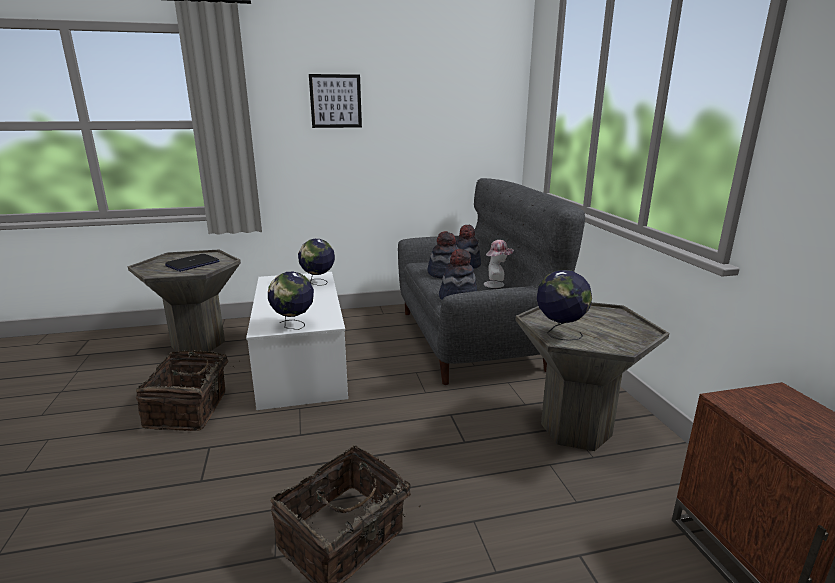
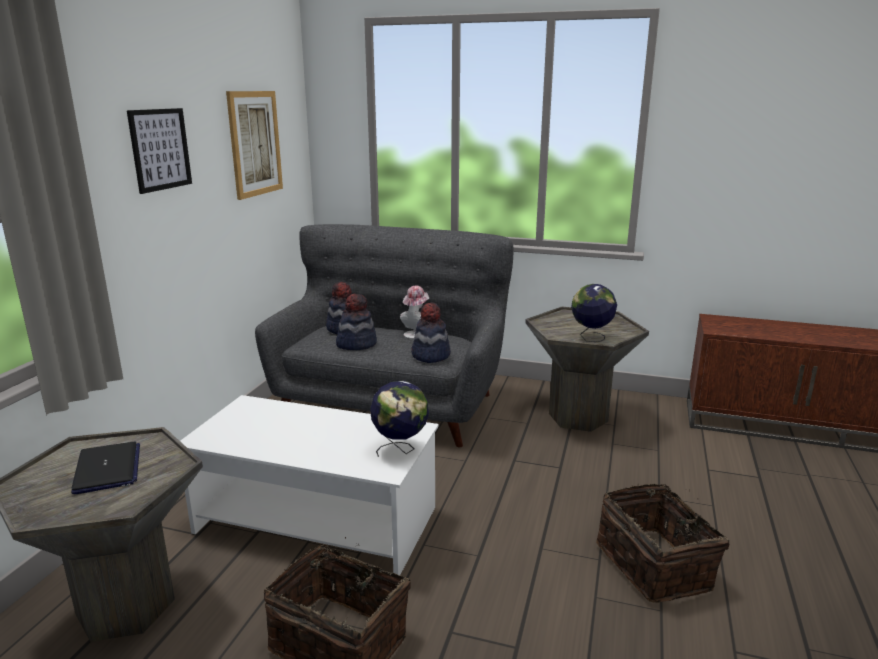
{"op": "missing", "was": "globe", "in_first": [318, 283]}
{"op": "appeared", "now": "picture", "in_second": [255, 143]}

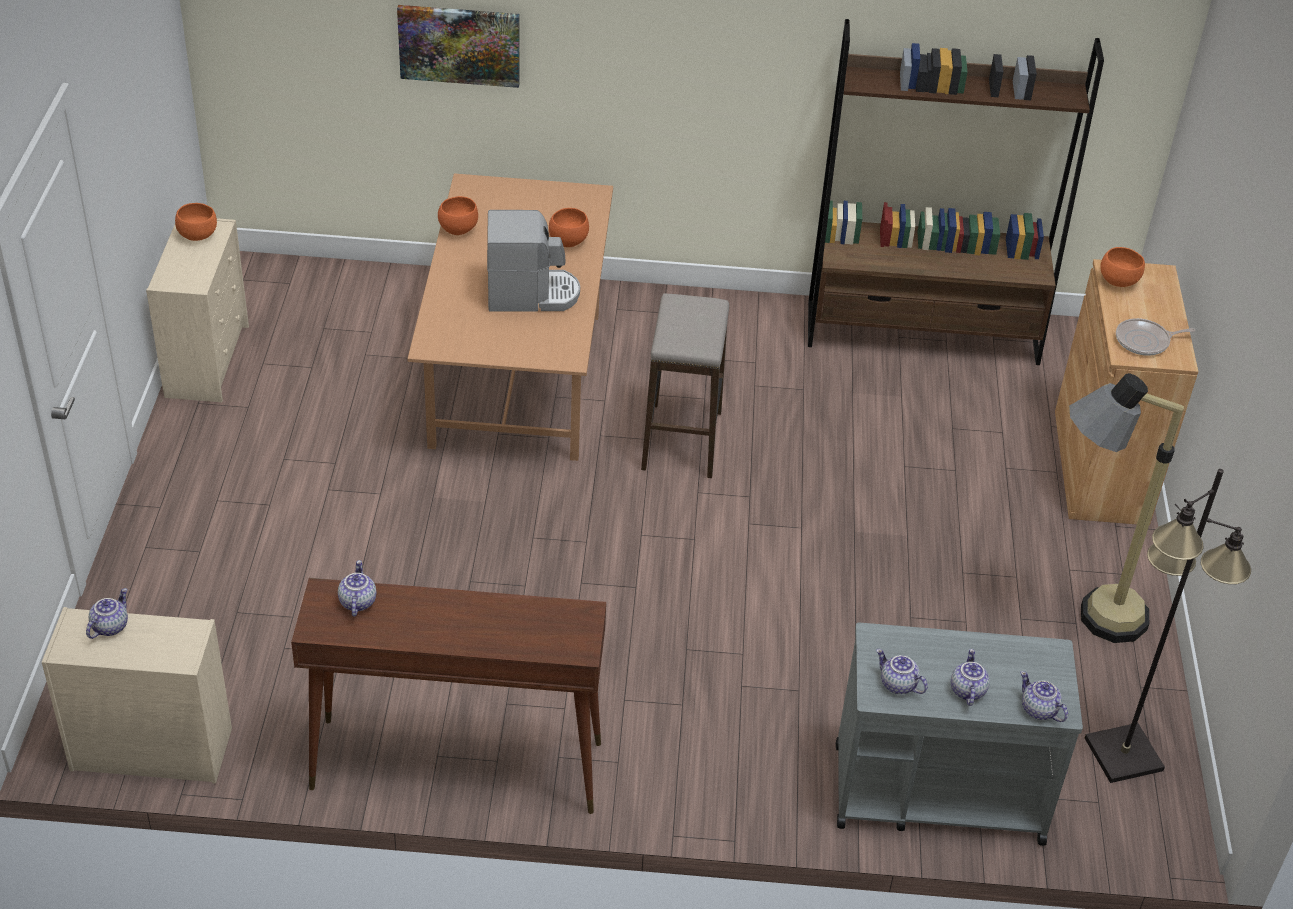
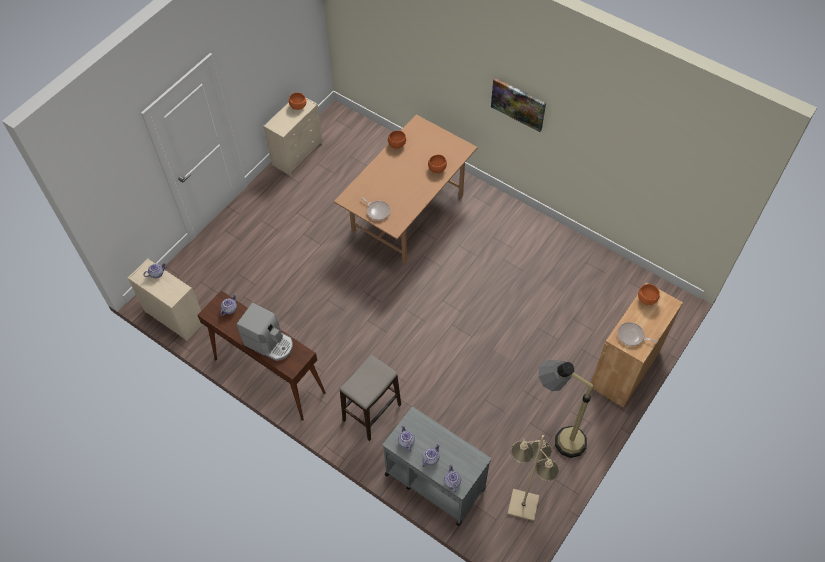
{"op": "missing", "was": "brown bookcase", "in_first": [923, 333]}
{"op": "appeared", "now": "frying pan", "in_second": [377, 211]}
{"op": "relocated", "was": "picture", "in_first": [459, 44], "in_second": [518, 104]}
{"op": "relocated", "was": "coffee machine", "in_first": [531, 294], "in_second": [269, 343]}
{"op": "relocated", "was": "stool", "in_first": [682, 440], "in_second": [372, 412]}
{"op": "colour", "was": "black floor lamp", "now": "beige floor lamp", "in_first": [1122, 754], "in_second": [522, 504]}

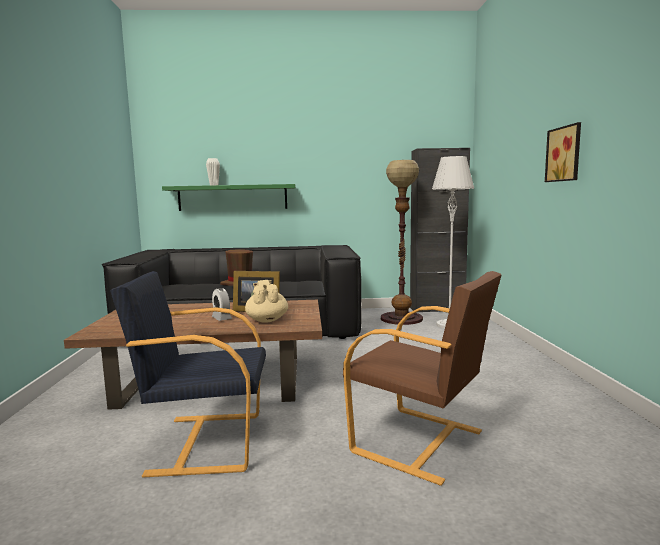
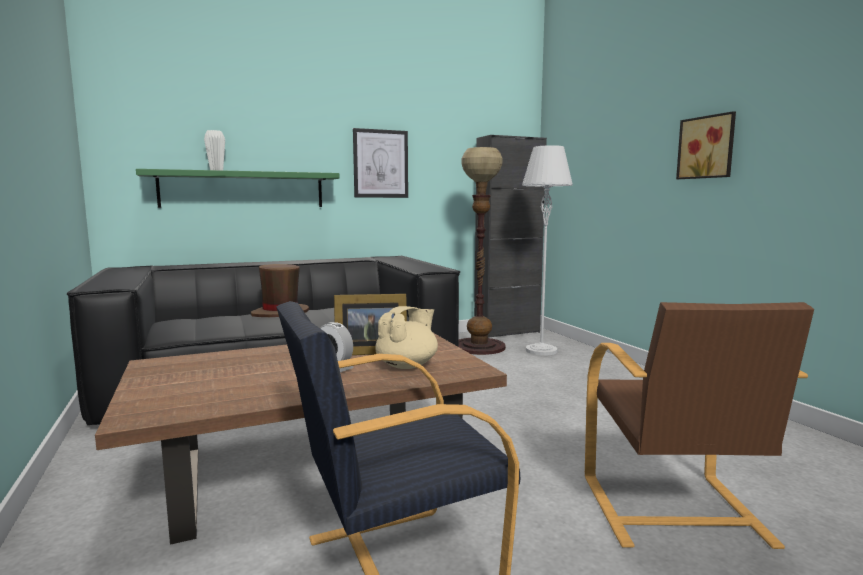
{"op": "appeared", "now": "picture", "in_second": [380, 164]}
{"op": "spun", "was": "beige teapot", "in_first": [267, 320], "in_second": [407, 365], "clockwise": 75}
{"op": "spun", "was": "brown armchair", "in_first": [420, 442], "in_second": [673, 511], "clockwise": 75}

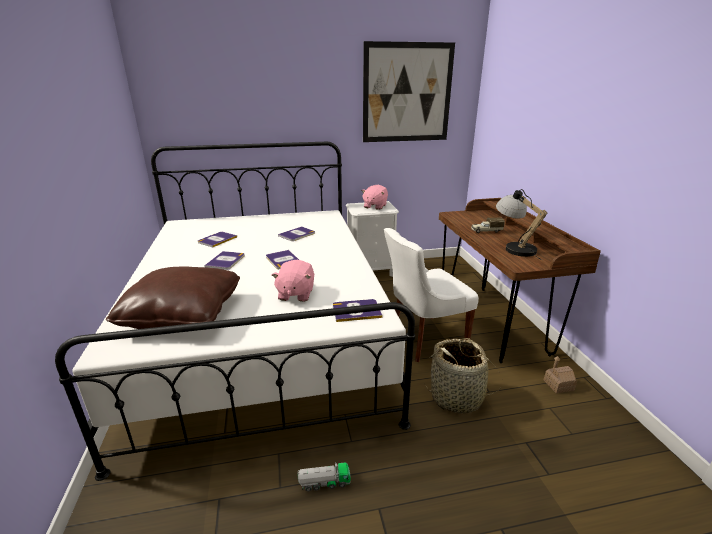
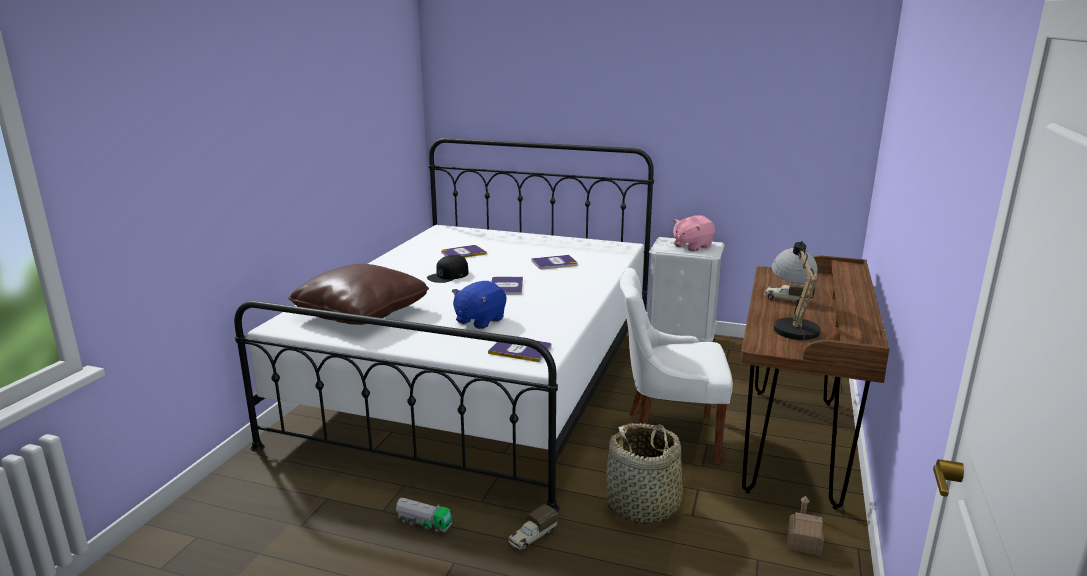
{"op": "missing", "was": "picture", "in_first": [407, 93]}
{"op": "appeared", "now": "toy truck", "in_second": [532, 537]}
{"op": "exchanged", "was": "book", "now": "black cap", "in_first": [225, 261], "in_second": [448, 275]}
{"op": "colour", "was": "pink plush toy", "now": "blue plush toy", "in_first": [295, 294], "in_second": [479, 320]}

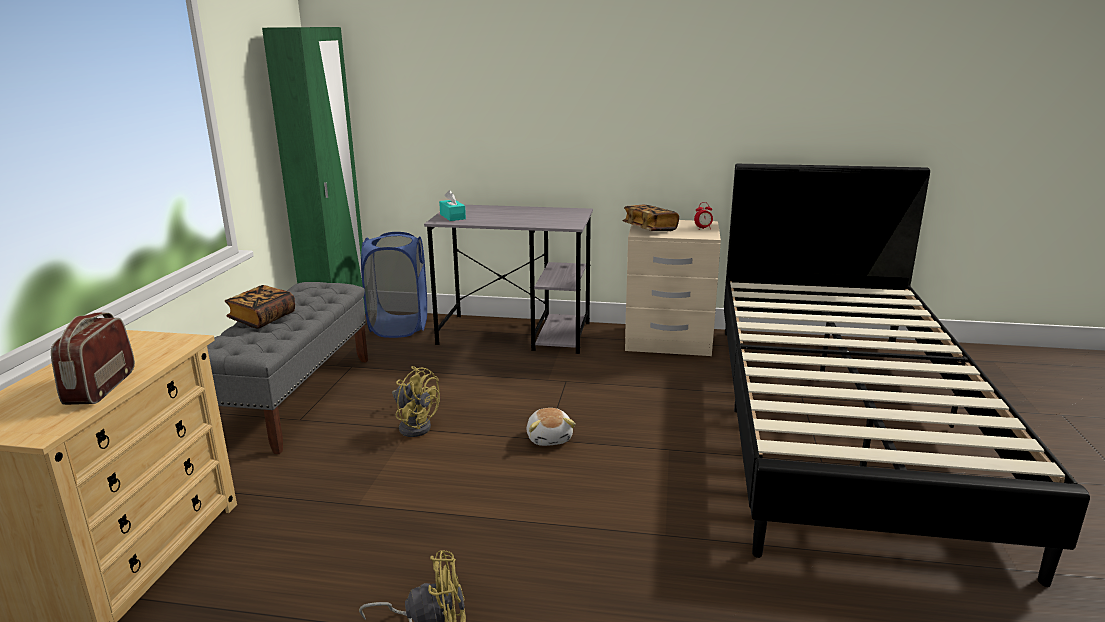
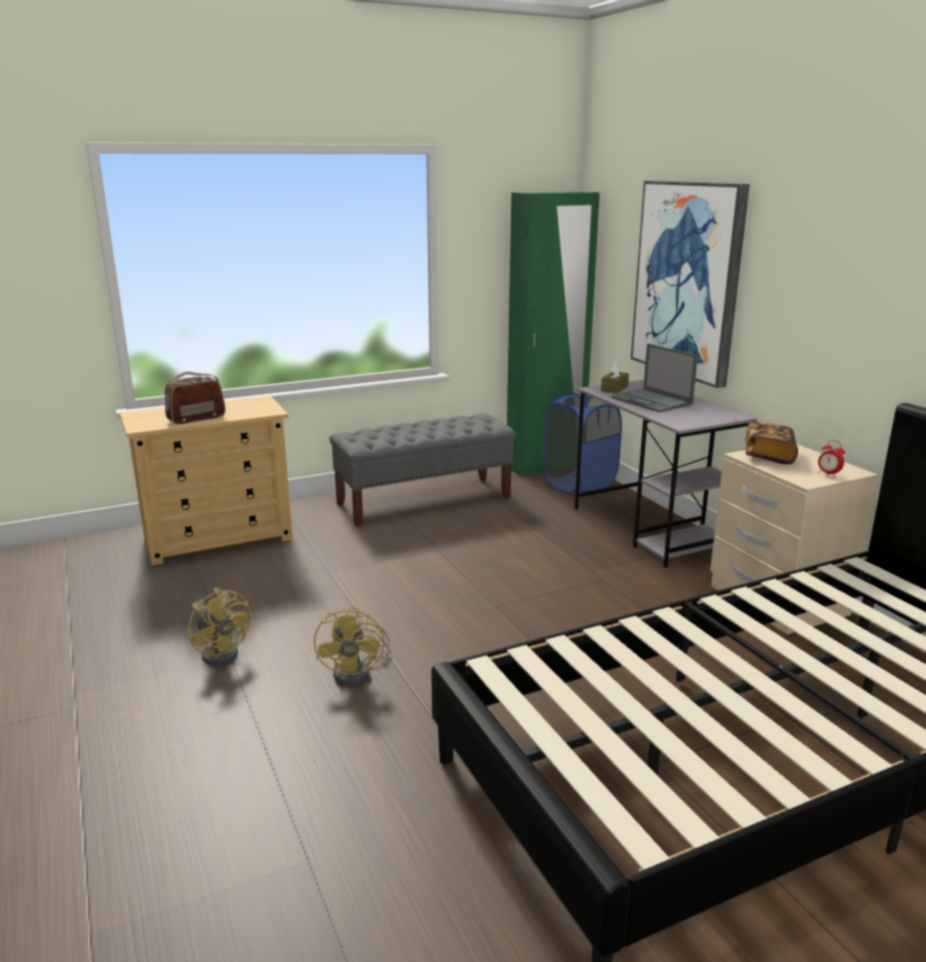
{"op": "missing", "was": "book", "in_first": [262, 318]}
{"op": "missing", "was": "plush toy", "in_first": [550, 438]}
{"op": "appeared", "now": "laptop", "in_second": [652, 401]}
{"op": "appeared", "now": "picture", "in_second": [688, 280]}
{"op": "relocated", "was": "yellow fan", "in_first": [415, 425], "in_second": [359, 672]}
{"op": "colour", "was": "turquoise tissue box", "now": "brown tissue box", "in_first": [452, 216], "in_second": [614, 389]}

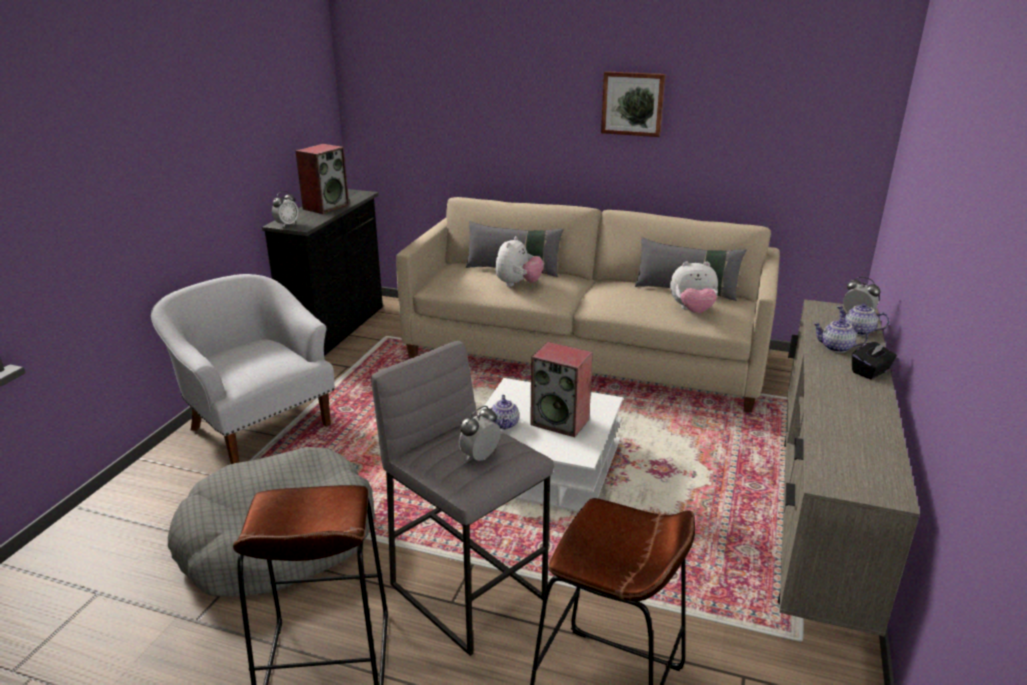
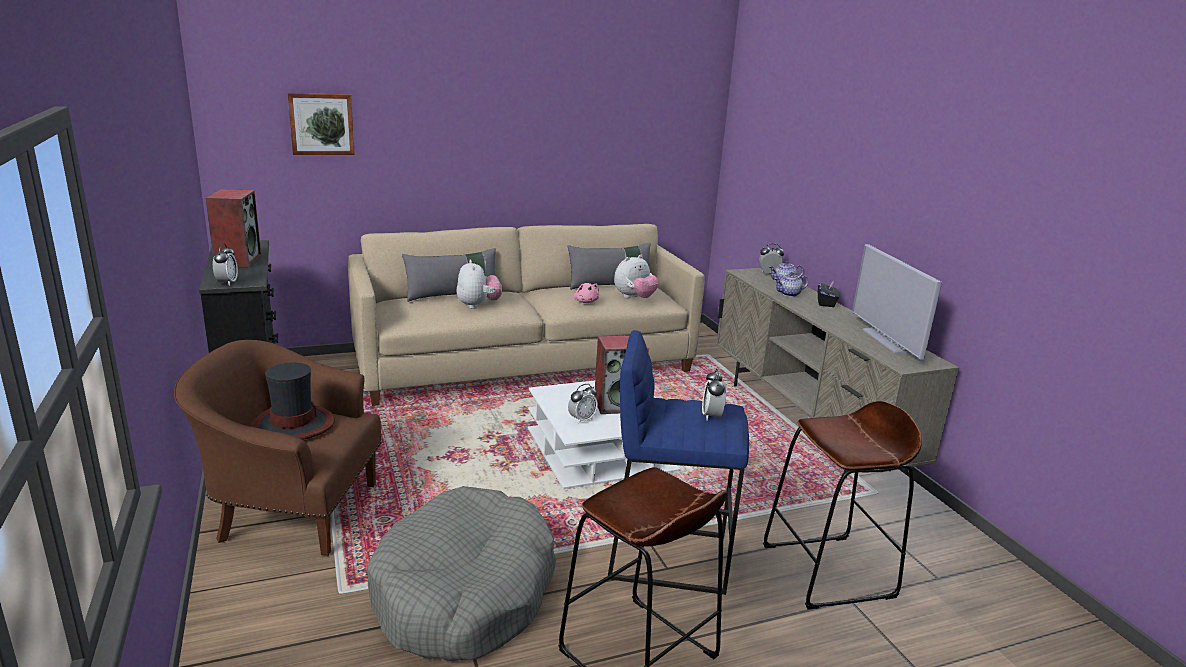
{"op": "appeared", "now": "hat", "in_second": [293, 425]}
{"op": "appeared", "now": "pink plush toy", "in_second": [586, 301]}
{"op": "appeared", "now": "television", "in_second": [887, 340]}
{"op": "relocated", "was": "picture", "in_first": [632, 103], "in_second": [321, 124]}
{"op": "exchanged", "was": "teapot", "now": "alarm clock", "in_first": [505, 424], "in_second": [582, 419]}
{"op": "colour", "was": "white armchair", "now": "brown armchair", "in_first": [257, 424], "in_second": [293, 510]}
{"op": "colour", "was": "grey stool", "now": "blue stool", "in_first": [469, 591], "in_second": [668, 555]}

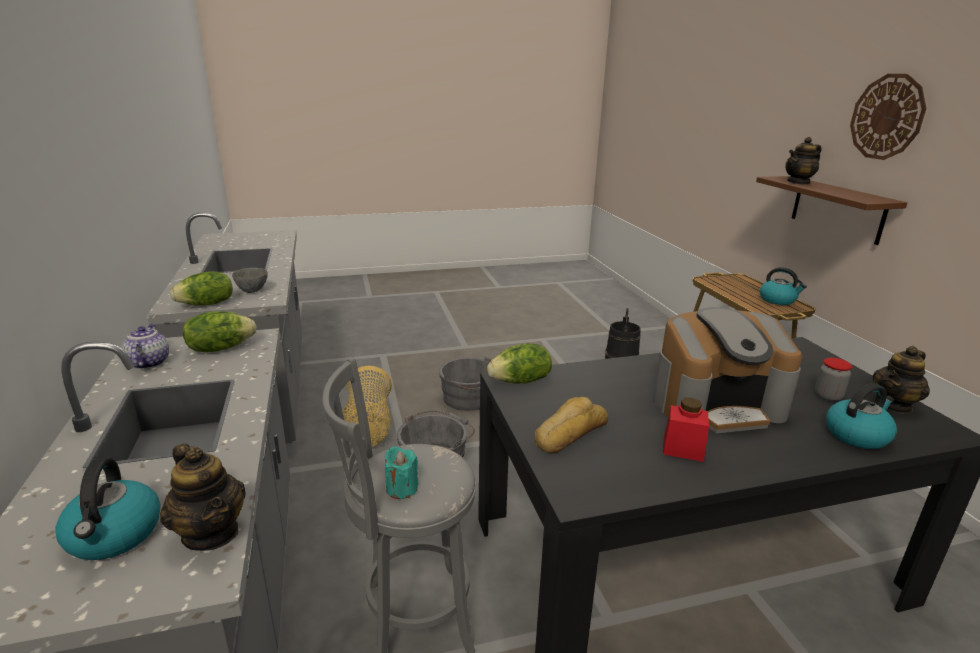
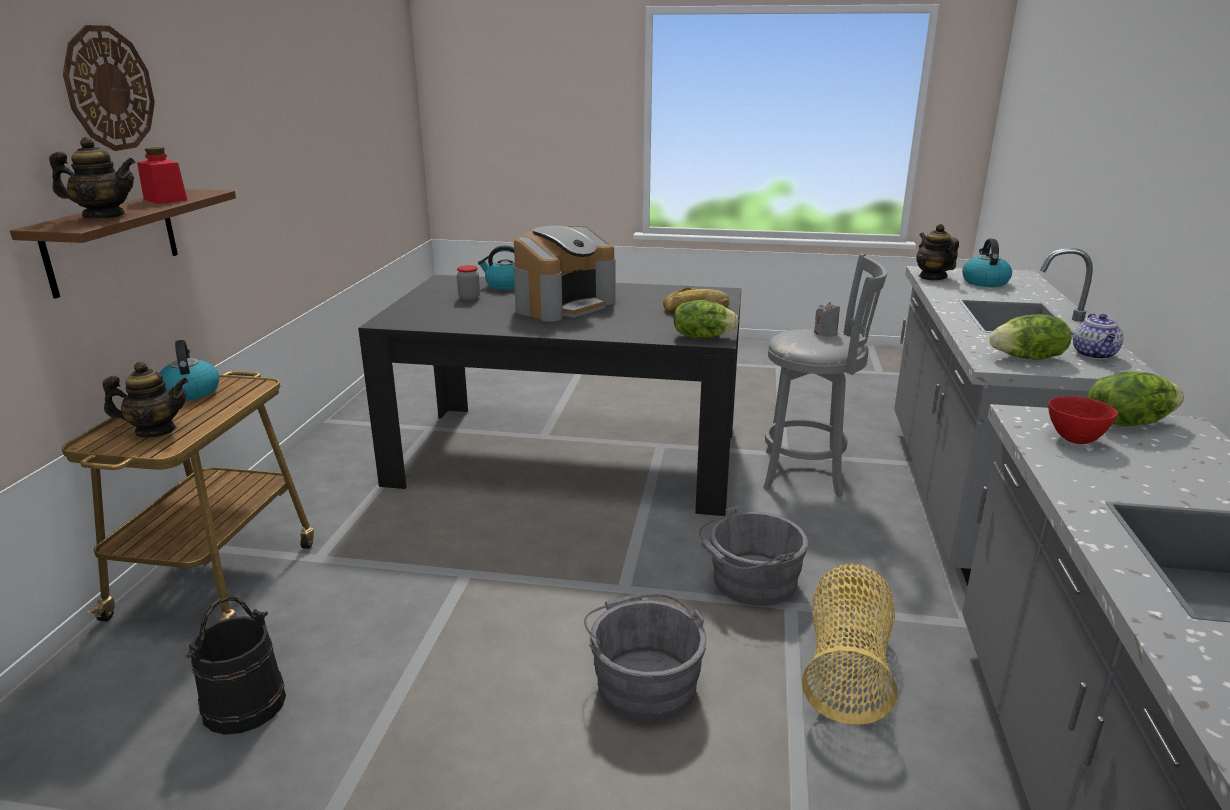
{"op": "relocated", "was": "red jar", "in_first": [683, 449], "in_second": [165, 200]}
{"op": "relocated", "was": "teapot", "in_first": [893, 405], "in_second": [156, 431]}
{"op": "colour", "was": "grey bowl", "now": "red bowl", "in_first": [252, 291], "in_second": [1075, 440]}
{"op": "colour", "was": "turquoise candle", "now": "grey candle", "in_first": [402, 488], "in_second": [825, 333]}
{"op": "spun", "was": "coffee machine", "in_first": [716, 405], "in_second": [564, 305], "clockwise": 120}

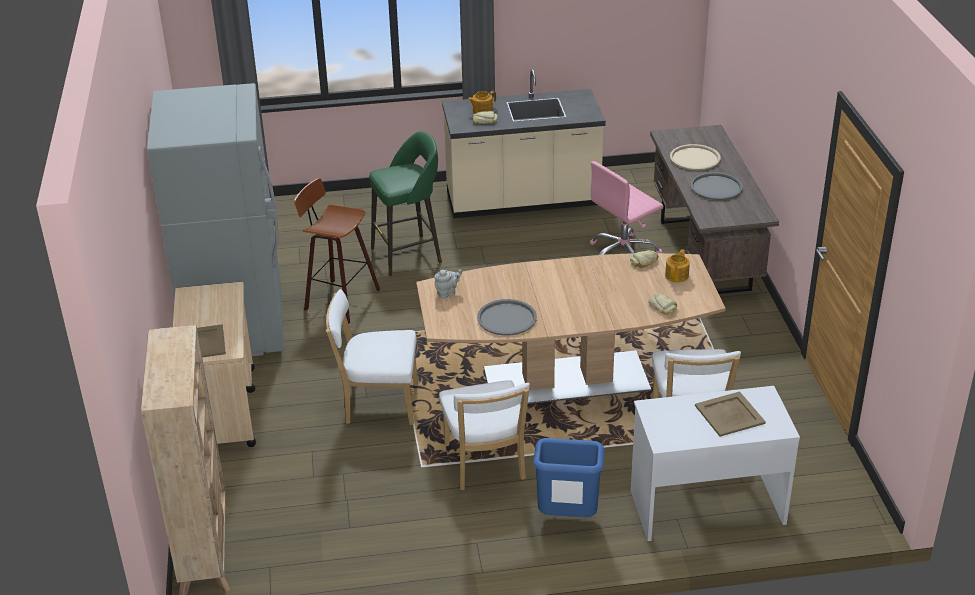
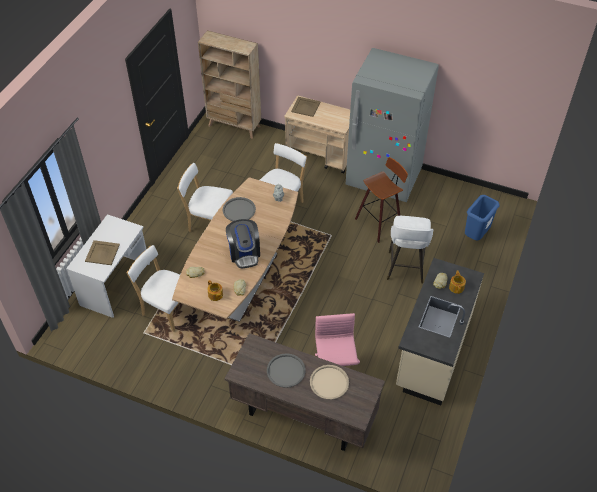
{"op": "appeared", "now": "coffee machine", "in_second": [244, 253]}
{"op": "relocated", "was": "blue trash can", "in_first": [567, 518], "in_second": [475, 235]}
{"op": "colour", "was": "green stool", "now": "white stool", "in_first": [408, 255], "in_second": [405, 268]}

